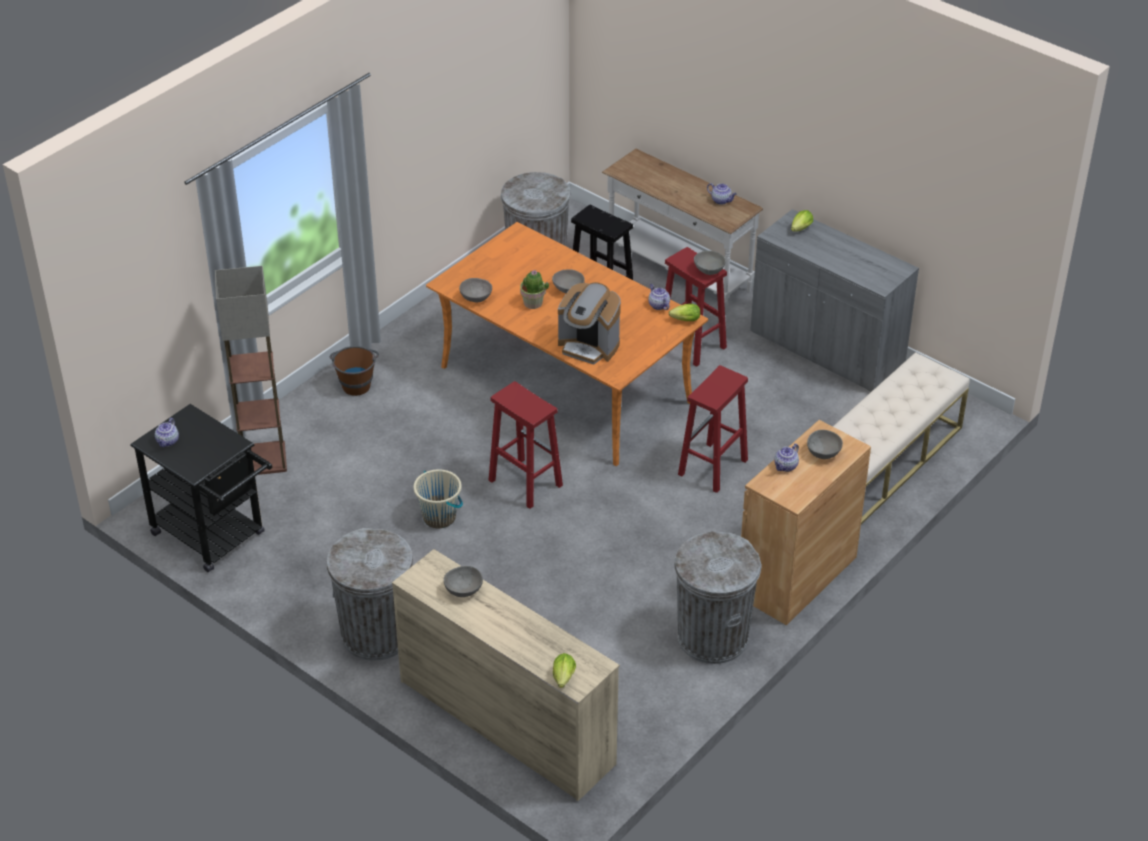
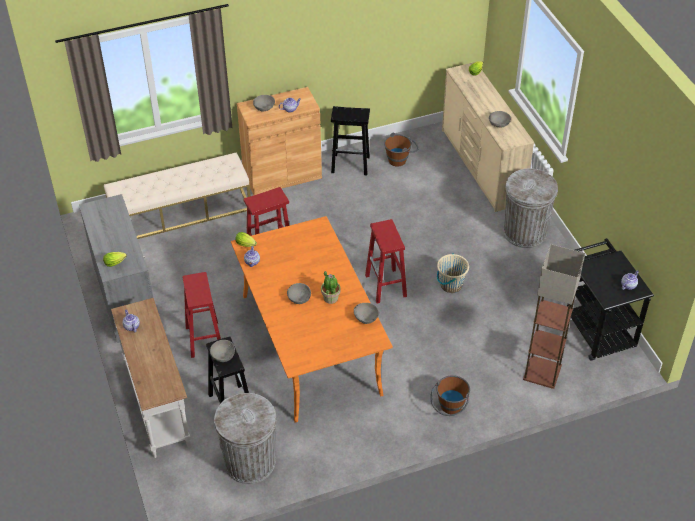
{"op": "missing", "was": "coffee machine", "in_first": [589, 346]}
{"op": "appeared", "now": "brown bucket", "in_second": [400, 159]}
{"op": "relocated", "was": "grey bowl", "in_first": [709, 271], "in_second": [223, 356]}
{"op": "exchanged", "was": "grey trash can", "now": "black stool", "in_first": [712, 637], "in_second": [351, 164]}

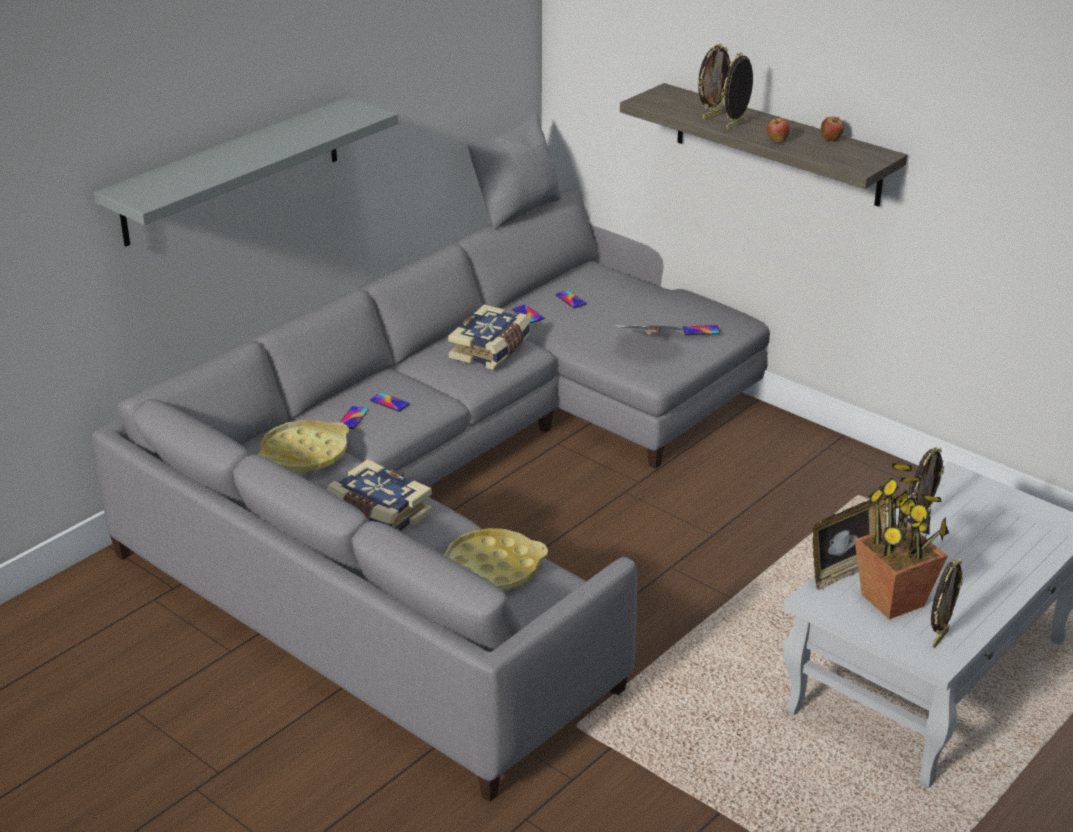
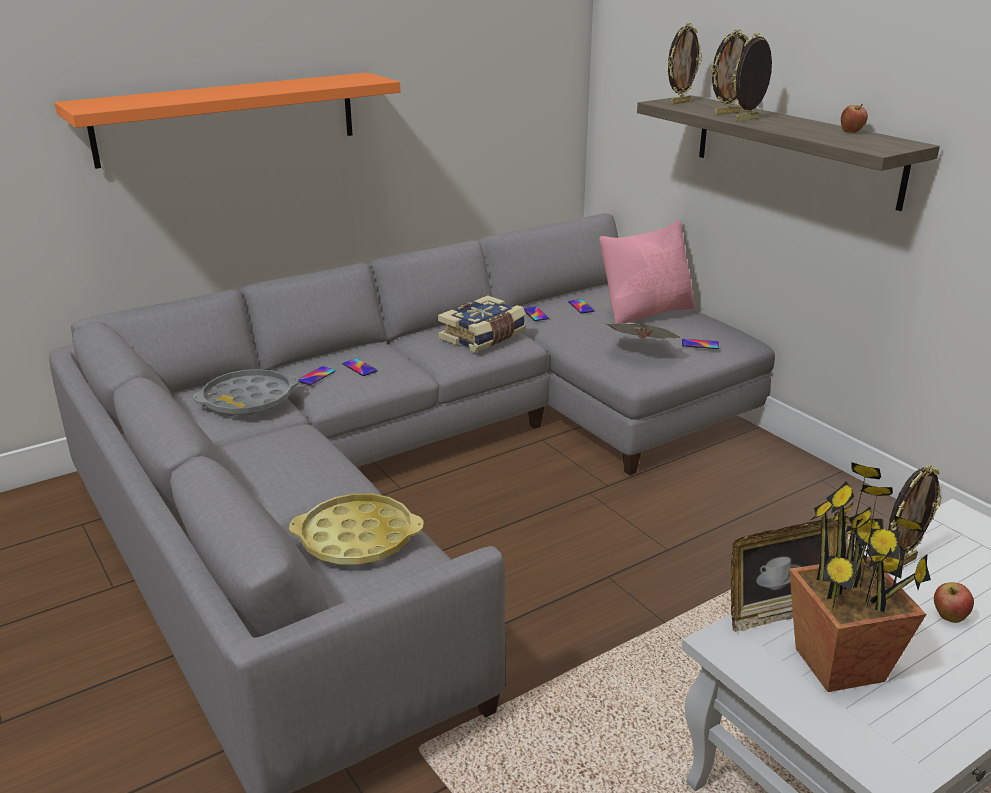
{"op": "missing", "was": "book", "in_first": [378, 515]}
{"op": "missing", "was": "grey pillow", "in_first": [517, 210]}
{"op": "appeared", "now": "pink pillow", "in_second": [647, 312]}
{"op": "relocated", "was": "apple", "in_first": [777, 141], "in_second": [948, 617]}
{"op": "relocated", "was": "picture frame", "in_first": [939, 638], "in_second": [680, 102]}
{"op": "colour", "was": "grey shelf", "now": "orange shelf", "in_first": [232, 171], "in_second": [228, 118]}
{"op": "colour", "was": "yellow tray", "now": "grey tray", "in_first": [304, 454], "in_second": [248, 400]}

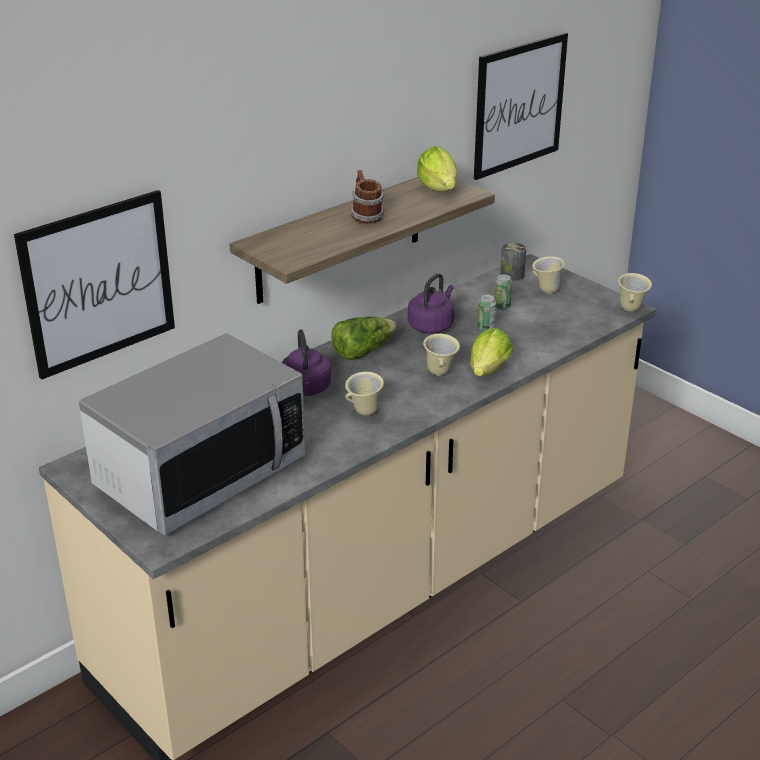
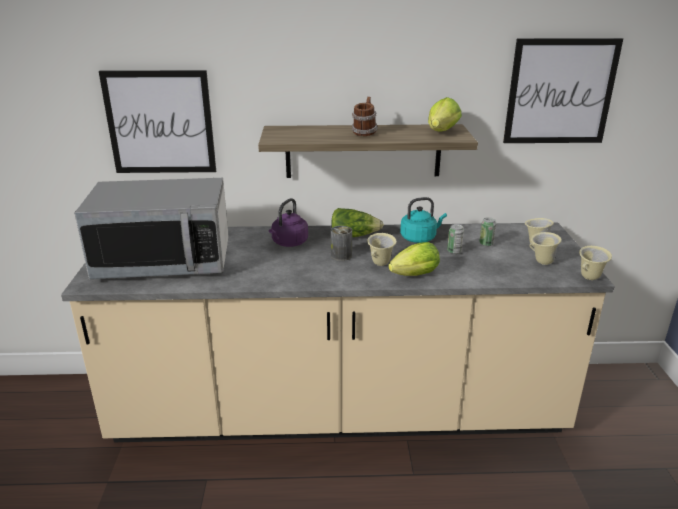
{"op": "relocated", "was": "beige mug", "in_first": [364, 413], "in_second": [541, 263]}
{"op": "relocated", "was": "can", "in_first": [512, 276], "in_second": [341, 255]}
{"op": "colour", "was": "purple kettle", "now": "turquoise kettle", "in_first": [432, 325], "in_second": [420, 238]}

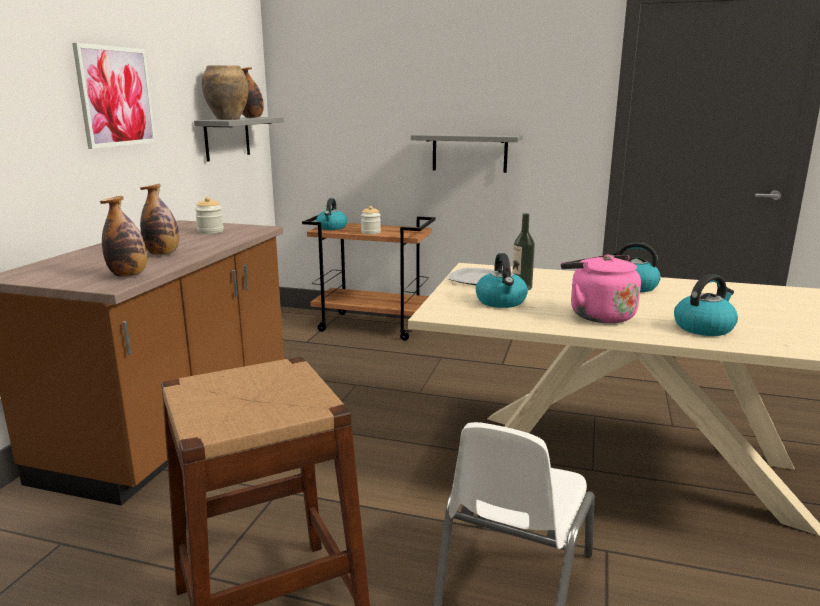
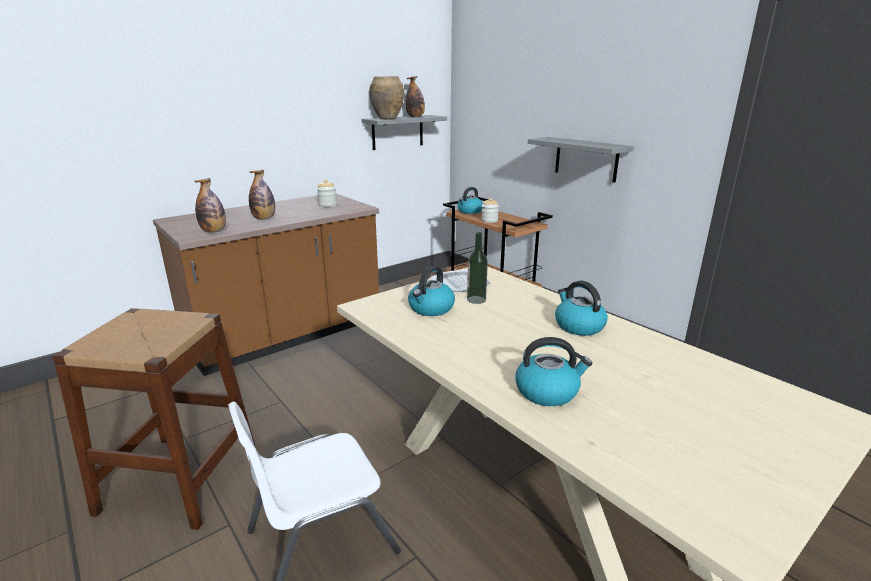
{"op": "missing", "was": "picture", "in_first": [115, 97]}
{"op": "missing", "was": "pink kettle", "in_first": [598, 315]}

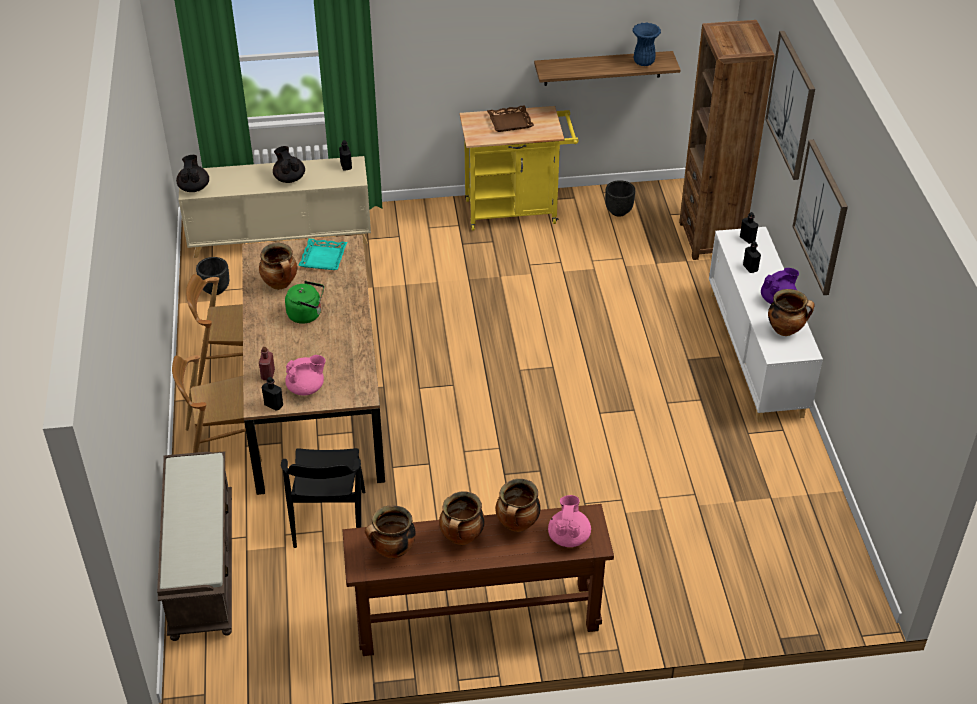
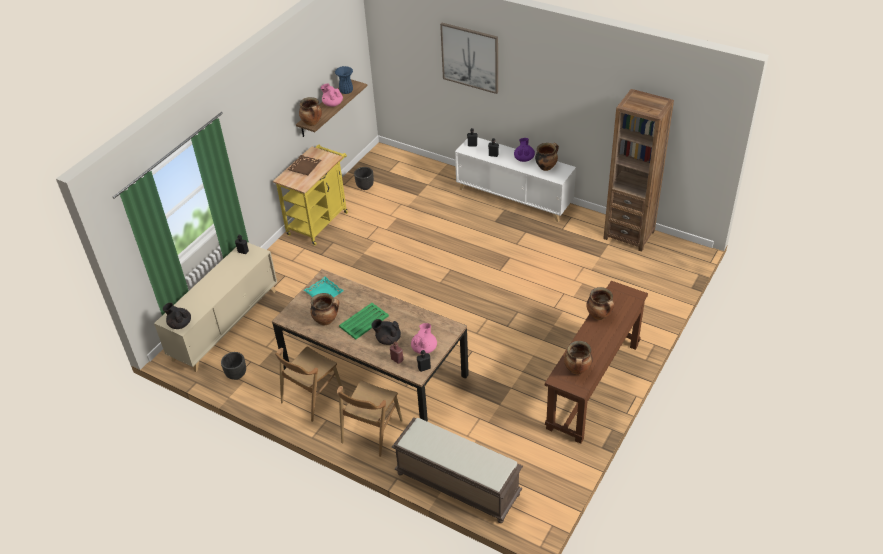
{"op": "missing", "was": "black chair", "in_first": [329, 519]}
{"op": "missing", "was": "picture", "in_first": [821, 217]}
{"op": "relocated", "was": "black teapot", "in_first": [289, 178], "in_second": [388, 339]}
{"op": "relocated", "was": "cooking pot", "in_first": [462, 538], "in_second": [312, 123]}
{"op": "relocated", "was": "pink teapot", "in_first": [568, 536], "in_second": [332, 104]}
{"op": "relocated", "was": "brown bookcase", "in_first": [711, 238], "in_second": [629, 235]}
{"op": "exchanged", "was": "green kettle", "now": "green tray", "in_first": [307, 314], "in_second": [364, 321]}

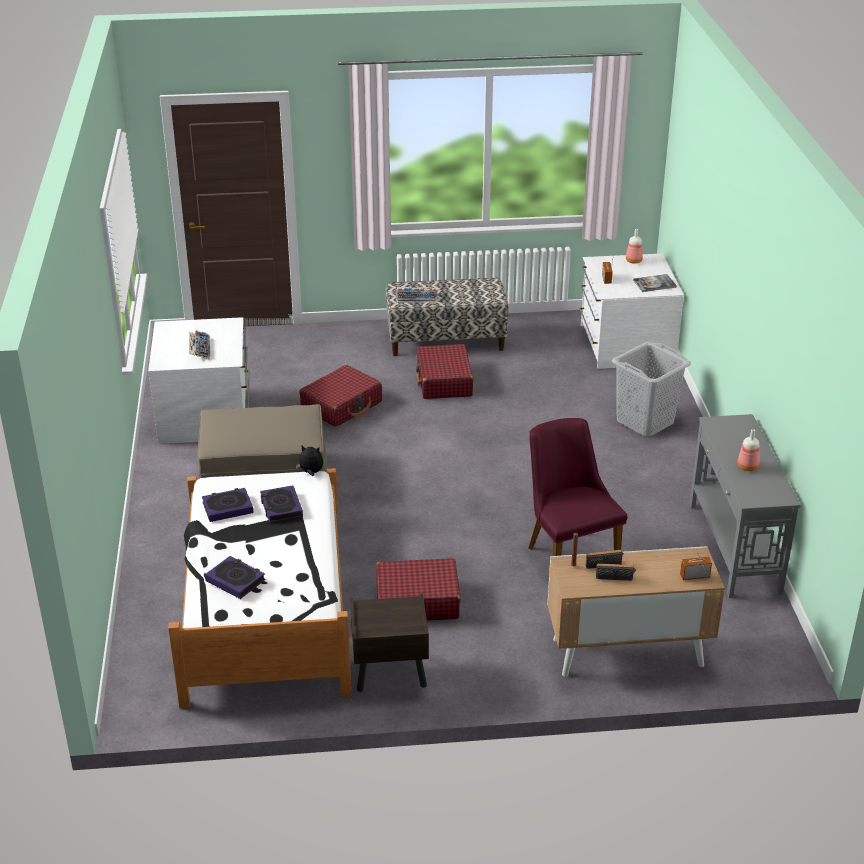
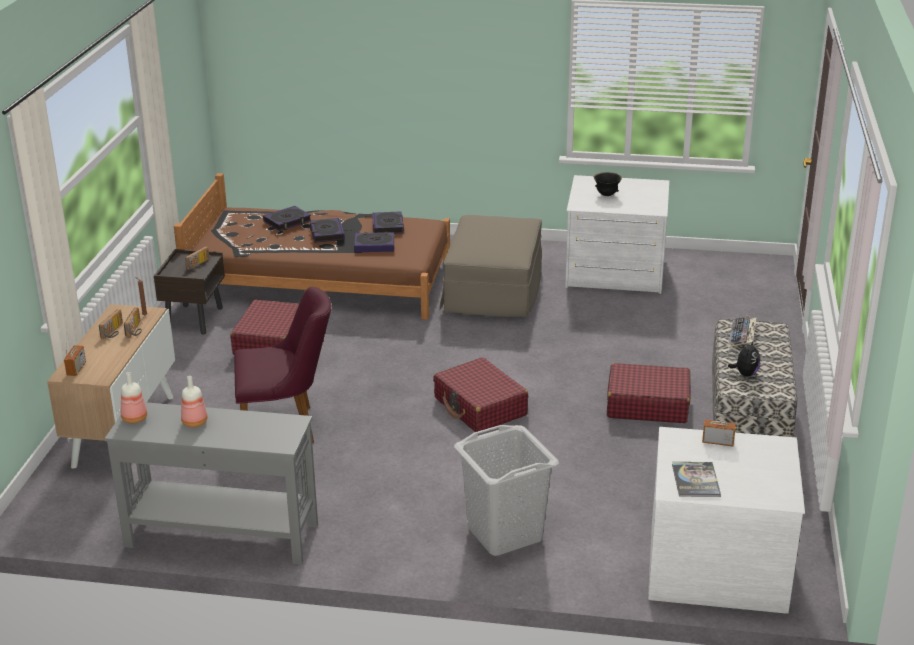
{"op": "appeared", "now": "radio", "in_second": [199, 265]}
{"op": "appeared", "now": "book", "in_second": [327, 233]}
{"op": "relocated", "was": "plush toy", "in_first": [311, 472], "in_second": [745, 374]}
{"op": "relocated", "was": "red suitcase", "in_first": [342, 405], "in_second": [480, 407]}
{"op": "relocated", "was": "bottle", "in_first": [634, 261], "in_second": [134, 419]}
{"op": "exchanged", "was": "keyboard", "now": "black bowl", "in_first": [199, 349], "in_second": [606, 195]}
{"op": "colour", "was": "white bed", "now": "brown bed", "in_first": [265, 600], "in_second": [320, 280]}

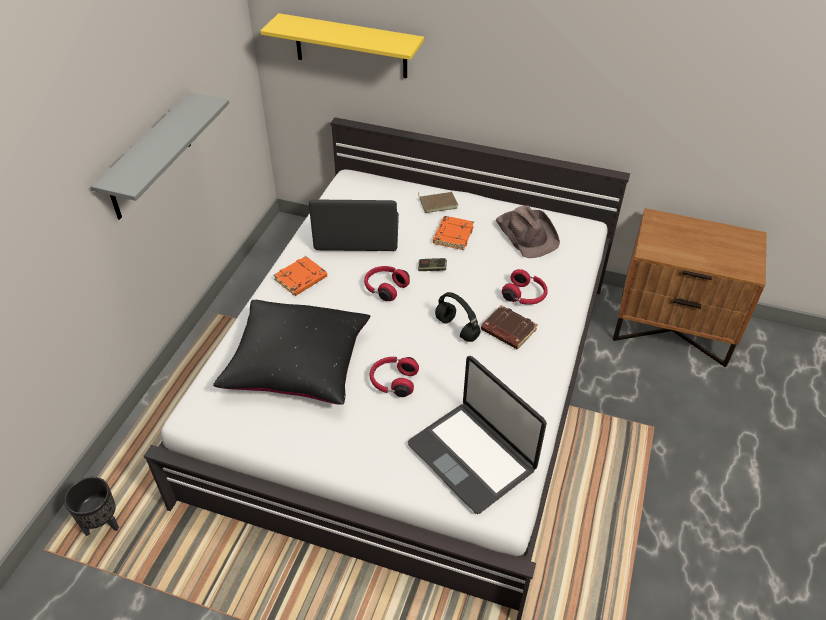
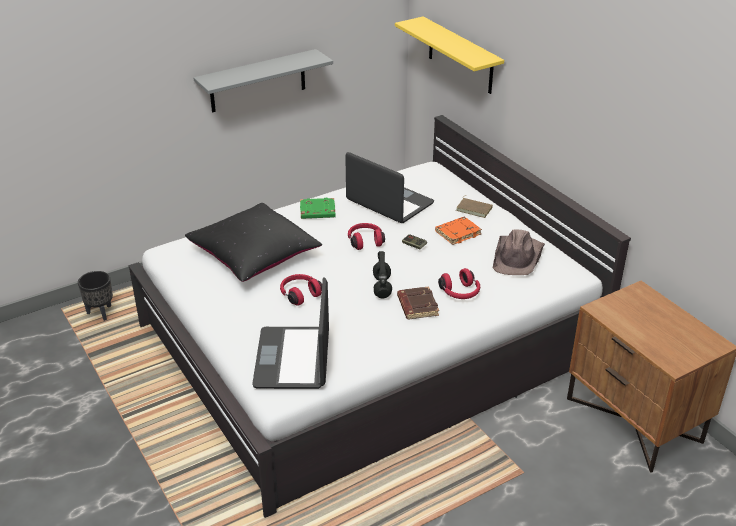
{"op": "colour", "was": "orange book", "now": "green book", "in_first": [301, 279], "in_second": [317, 212]}

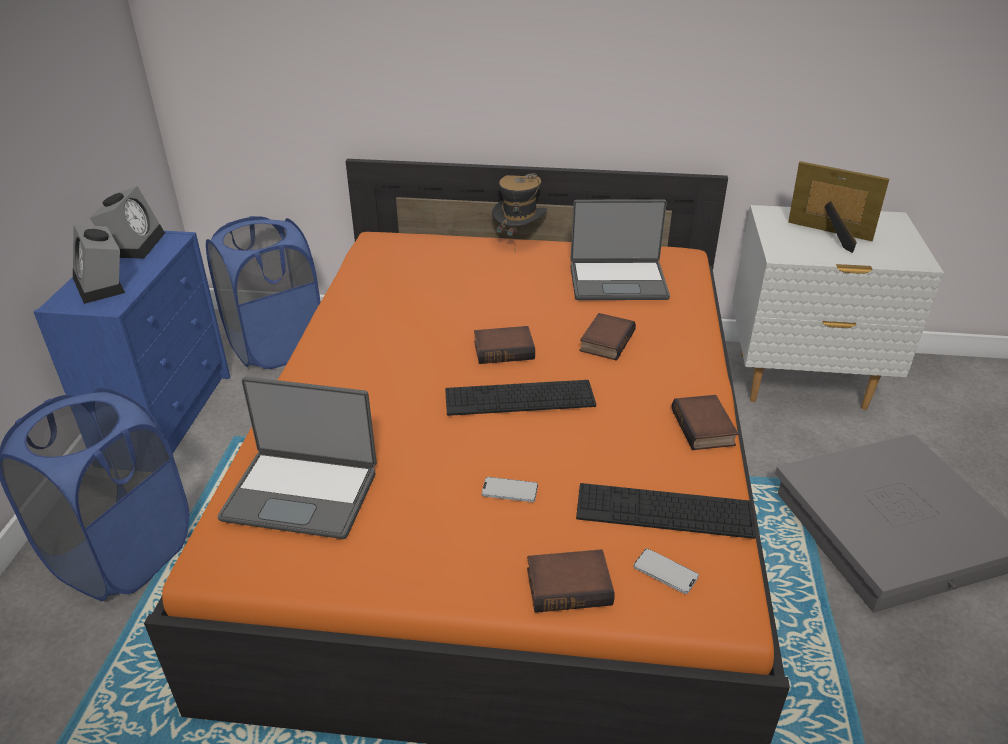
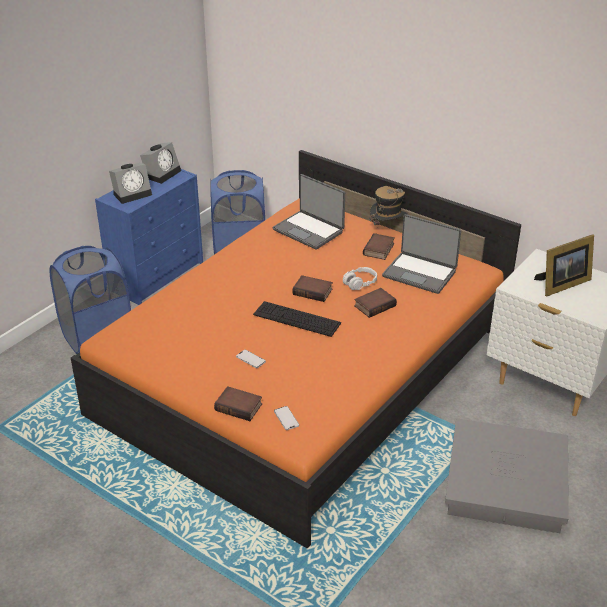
{"op": "missing", "was": "keyboard", "in_first": [664, 510]}
{"op": "appeared", "now": "grey headphones", "in_second": [359, 283]}
{"op": "relocated", "was": "laptop", "in_first": [302, 493], "in_second": [309, 230]}
{"op": "relocated", "was": "book", "in_first": [705, 428], "in_second": [379, 250]}
{"op": "spun", "was": "alarm clock", "in_first": [103, 285], "in_second": [133, 193], "clockwise": -120}
{"op": "spun", "was": "picture frame", "in_first": [830, 236], "in_second": [561, 284], "clockwise": 90}

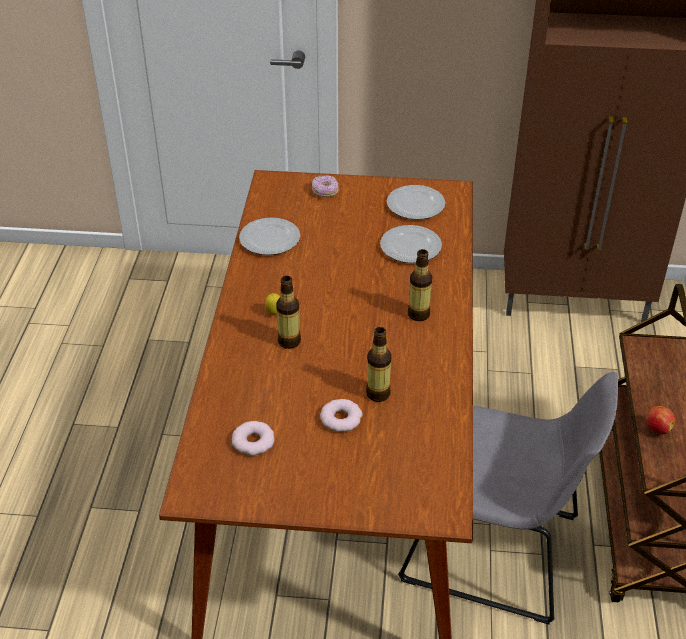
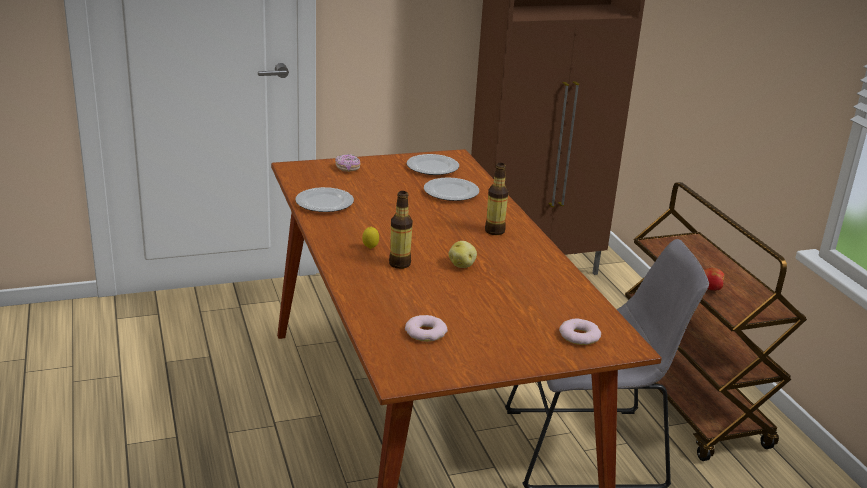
{"op": "missing", "was": "bottle", "in_first": [378, 394]}
{"op": "appeared", "now": "potato", "in_second": [462, 265]}
{"op": "relocated", "was": "donut", "in_first": [341, 419], "in_second": [579, 336]}

